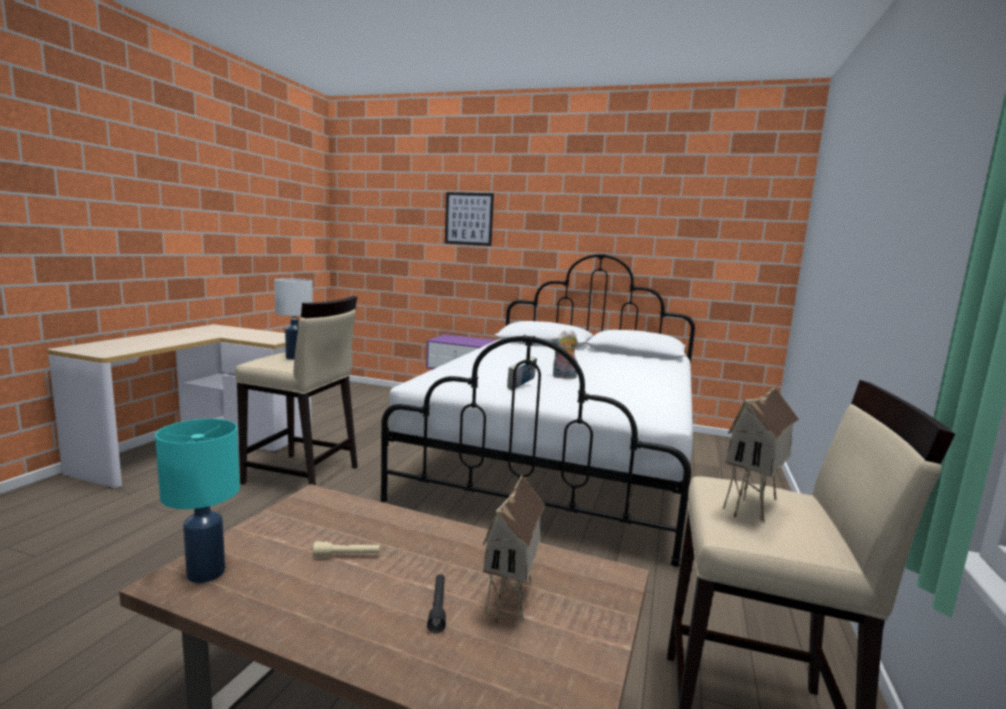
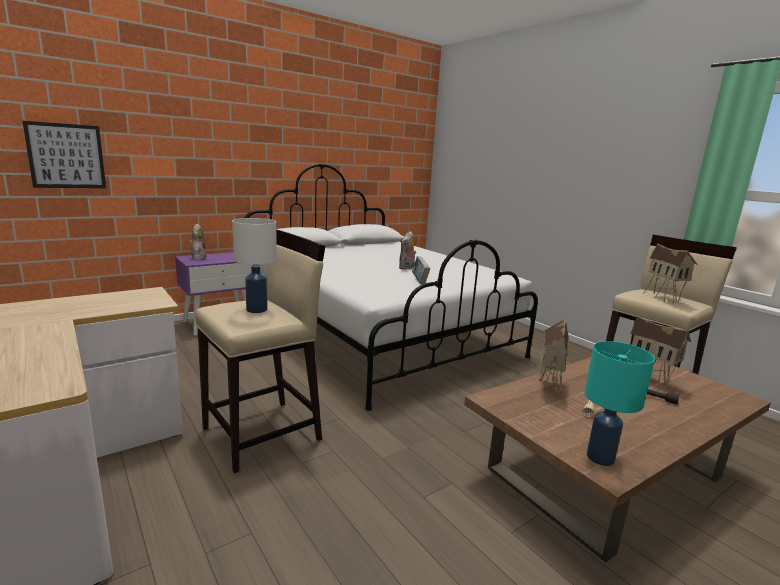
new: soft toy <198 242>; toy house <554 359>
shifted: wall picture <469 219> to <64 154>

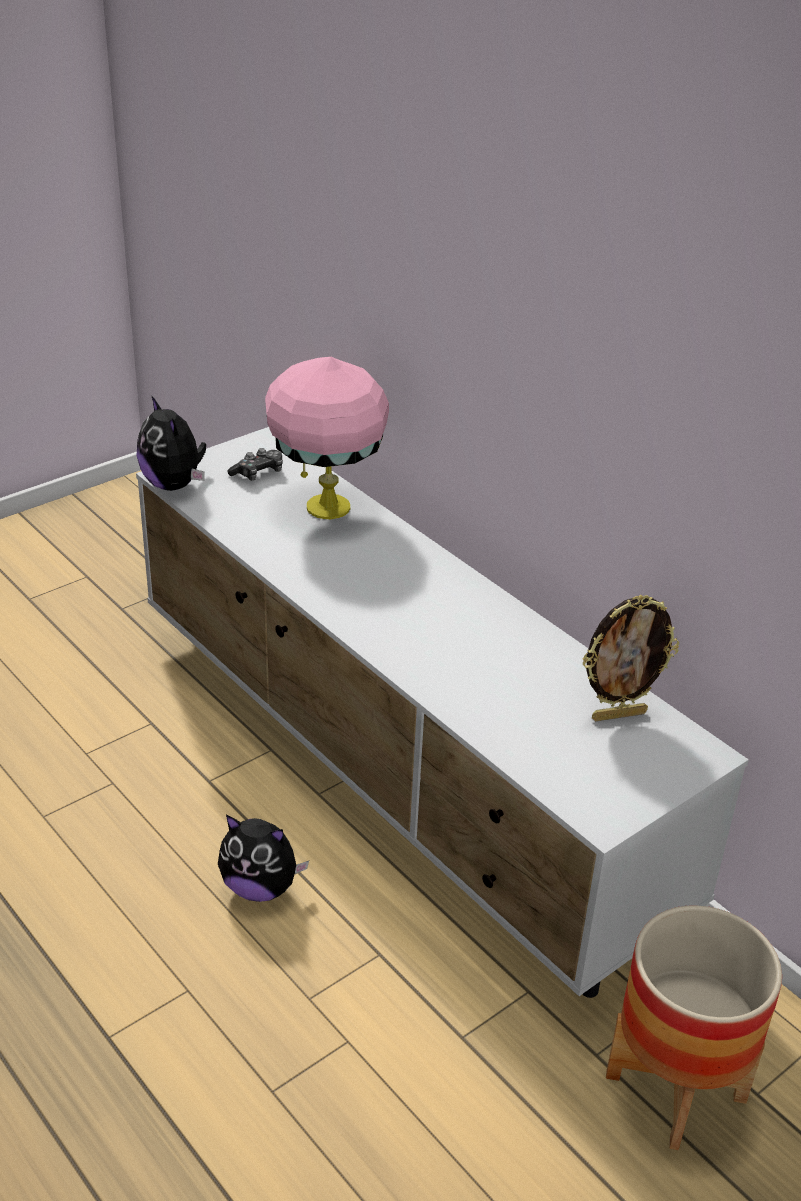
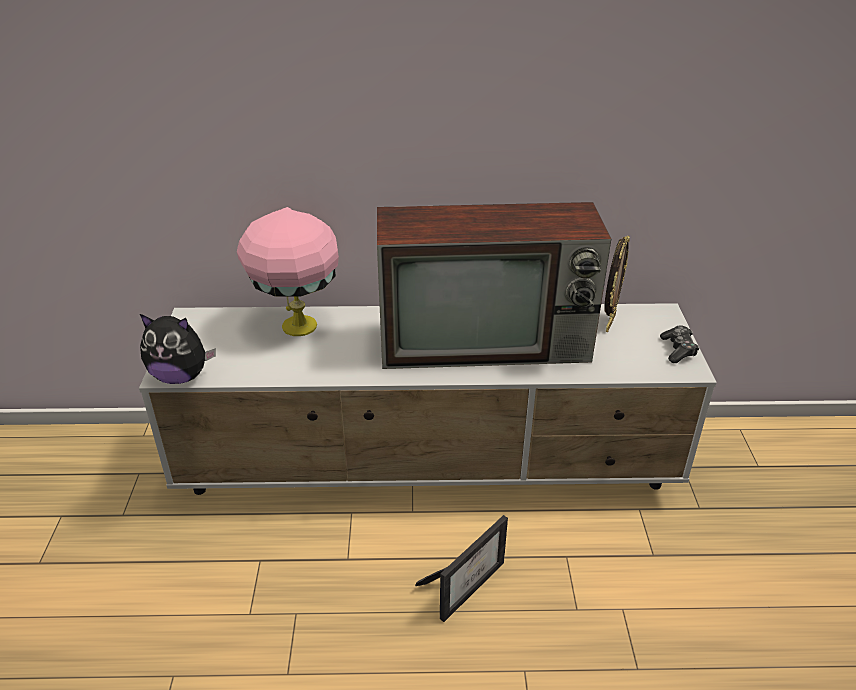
gone: flower pot <694 1027>
new: TV <494 285>
shifted: gamepad <255 464> to <679 344>
swapped: soft toy <263 858> to standing frame <461 568>

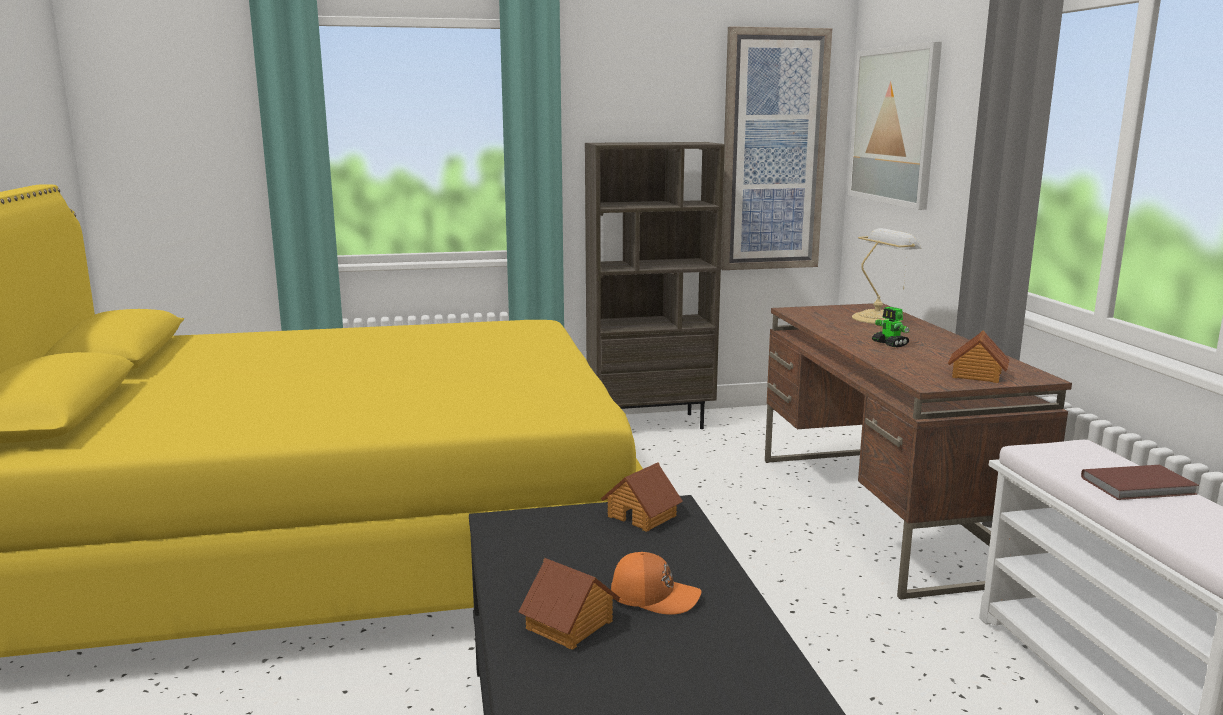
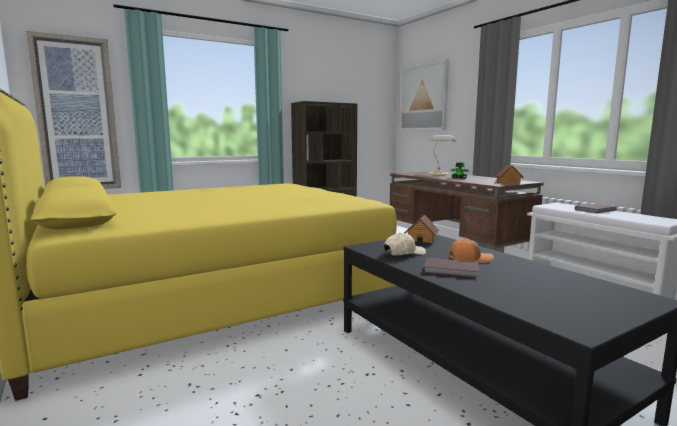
new: beige cap <405 244>
shifted: wall picture <776 148> to <73 110>
swapped: toy house <569 604> to brownish volume <451 268>

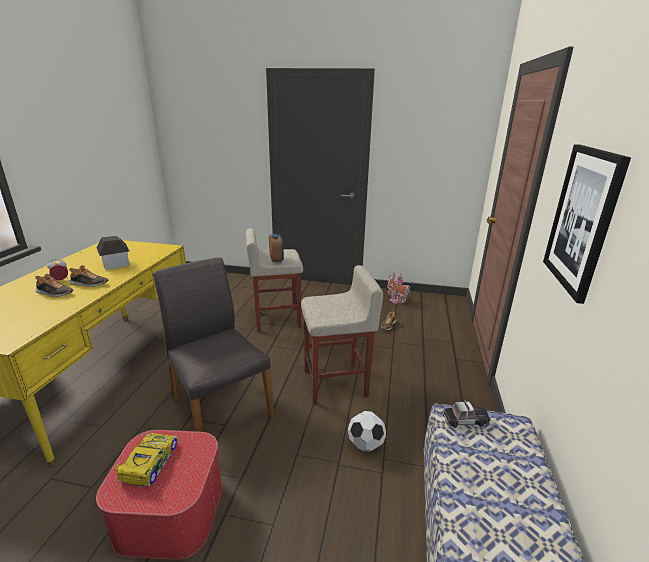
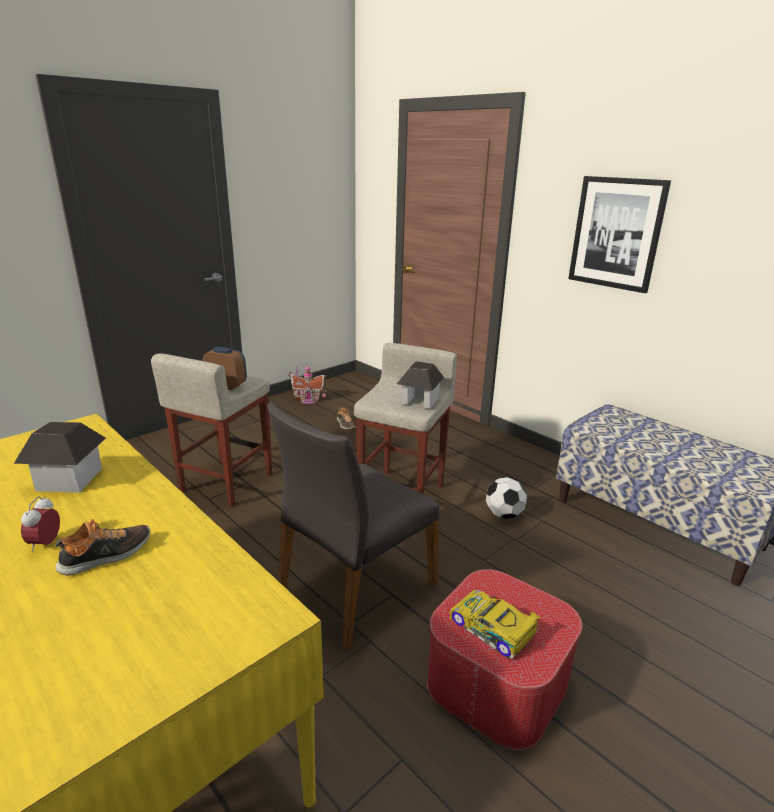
gone: low shoe <88 276>; miniature car <466 414>
new: toy house <420 385>
rotated: grey chair <214 345> = <353 526> 45 degrees counterclockwise

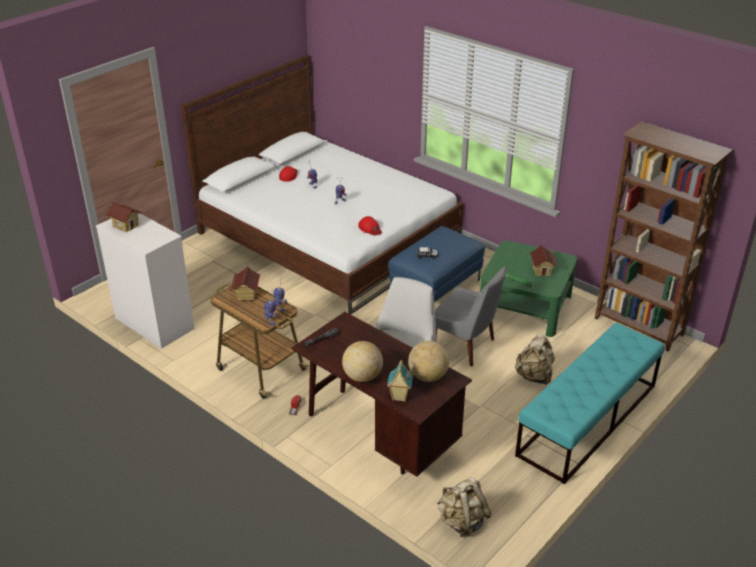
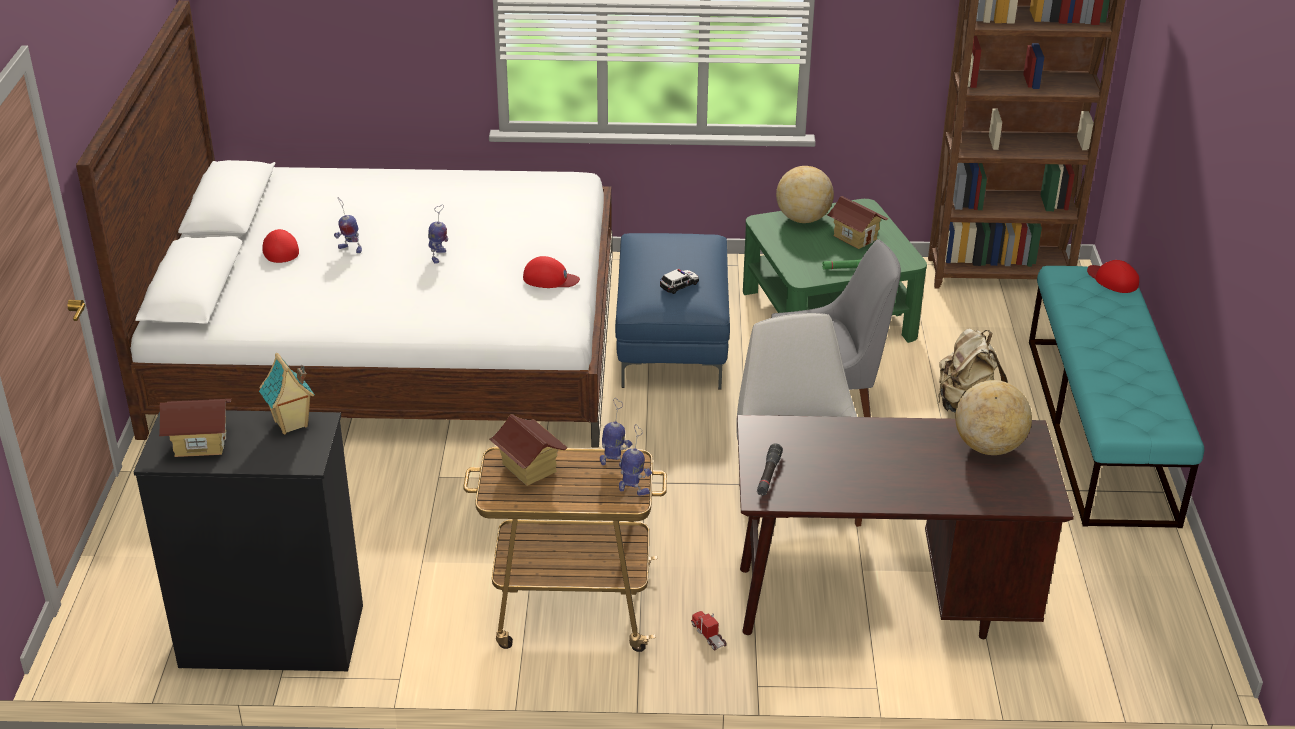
gone: beige rucksack <464 507>
new: reddish cap <1113 276>
shifted: desk globe <362 361> to <805 194>; toy house <400 381> to <287 393>
repainted: whitish dresser <145 281> to black-coloured dresser <248 540>

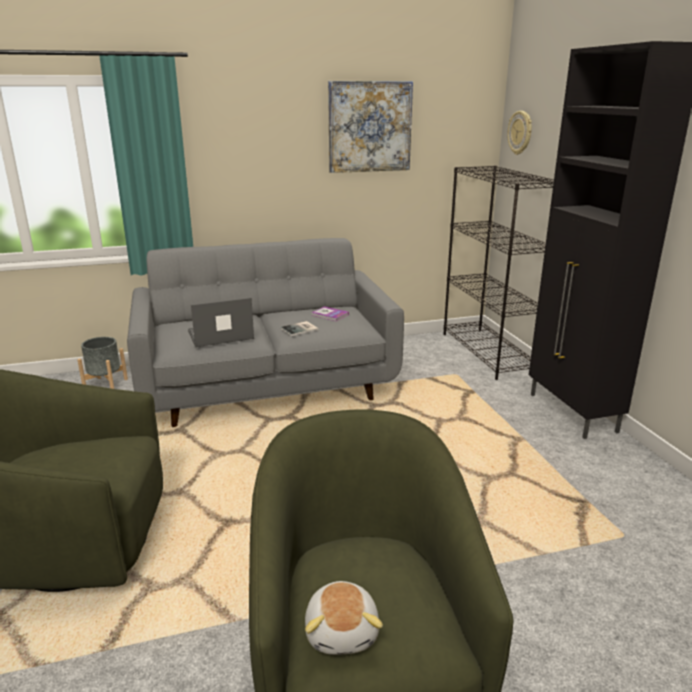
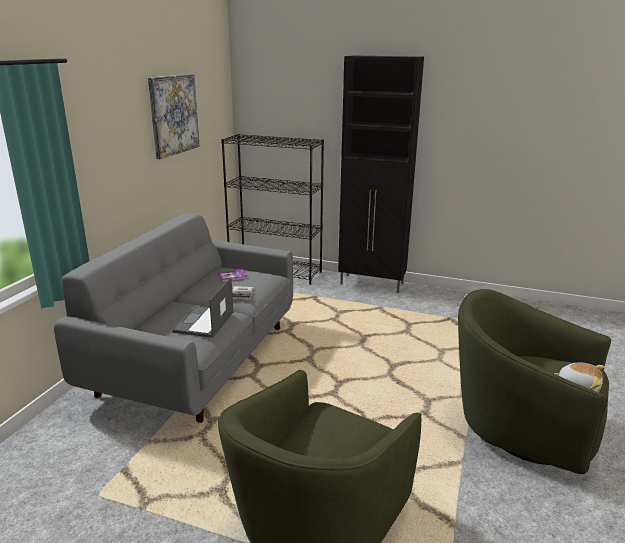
gone: grey flower pot <102 363>; hanging clock <519 133>

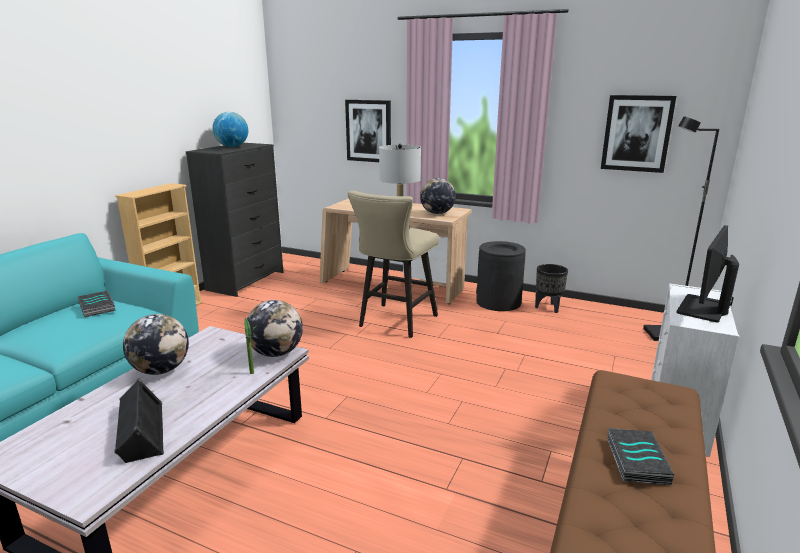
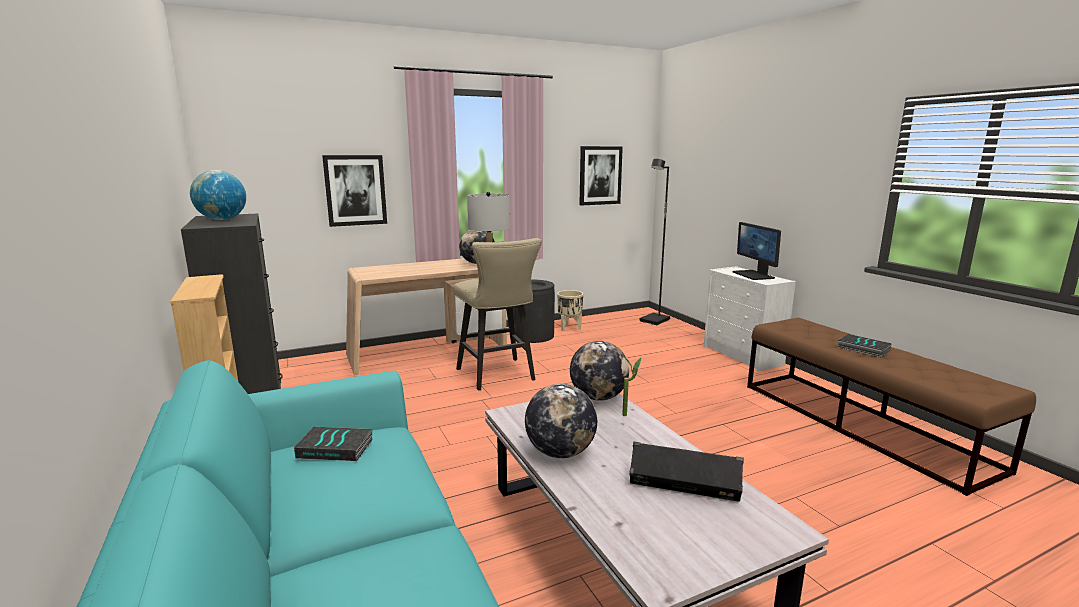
repainted: black-coloured flower pot <551 288> to beige flower pot <570 310>

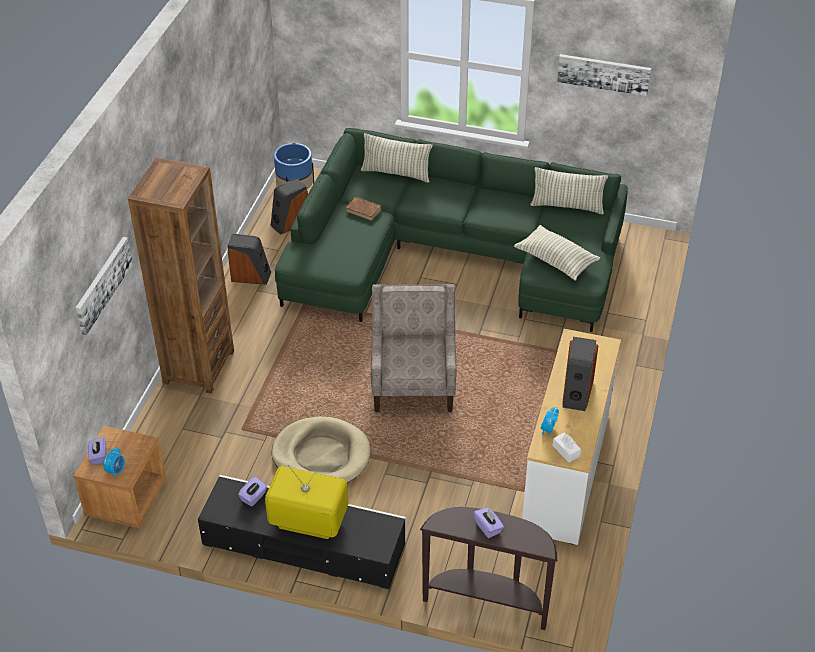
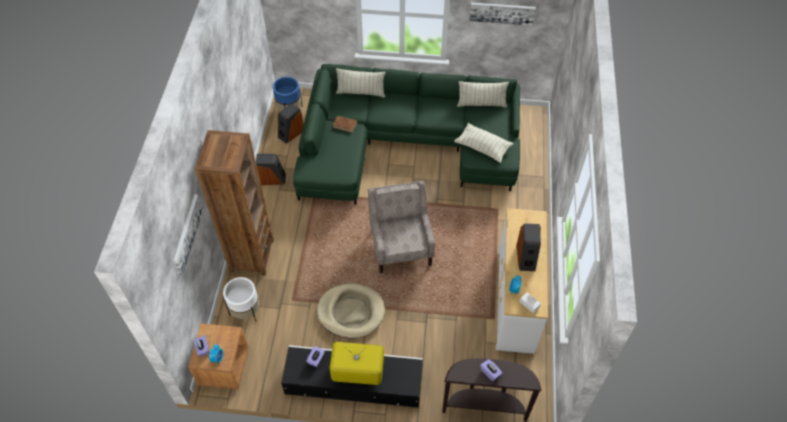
new: whitish flower pot <241 299>

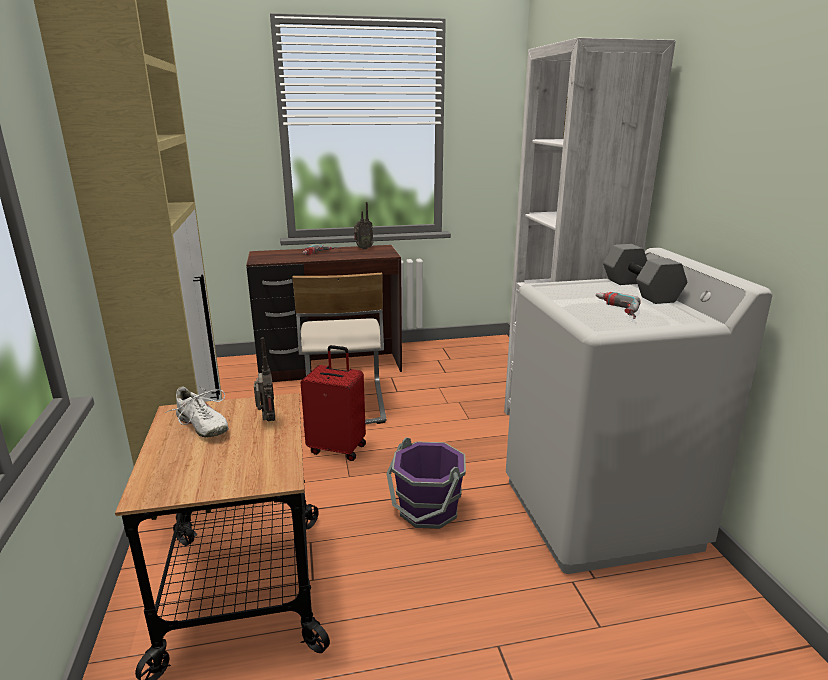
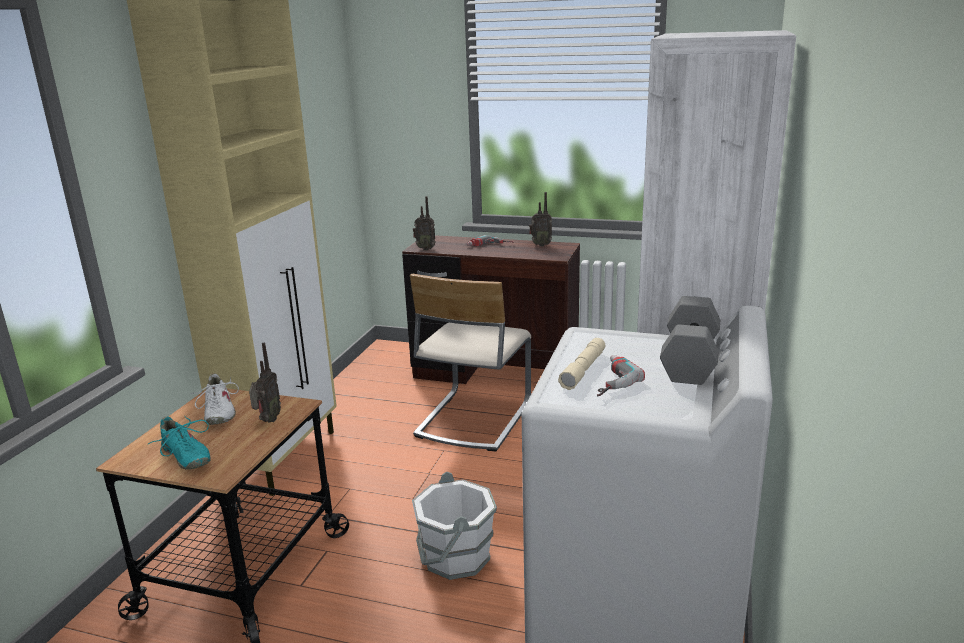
gone: reddish suitcase <333 403>
new: blue-green low shoe <179 443>; radio receiver <424 223>; beige torch <581 364>
repainted: purplish water bucket <426 483> to whitish water bucket <454 525>

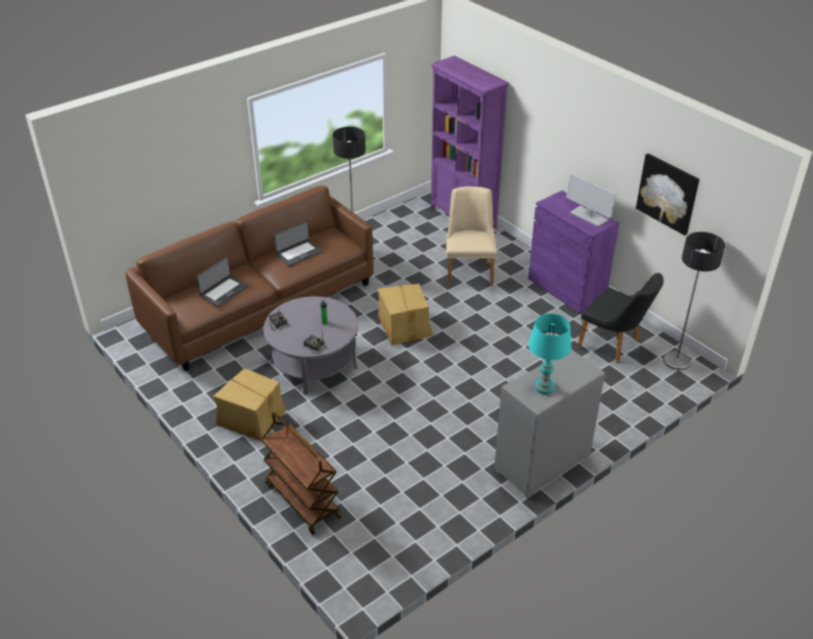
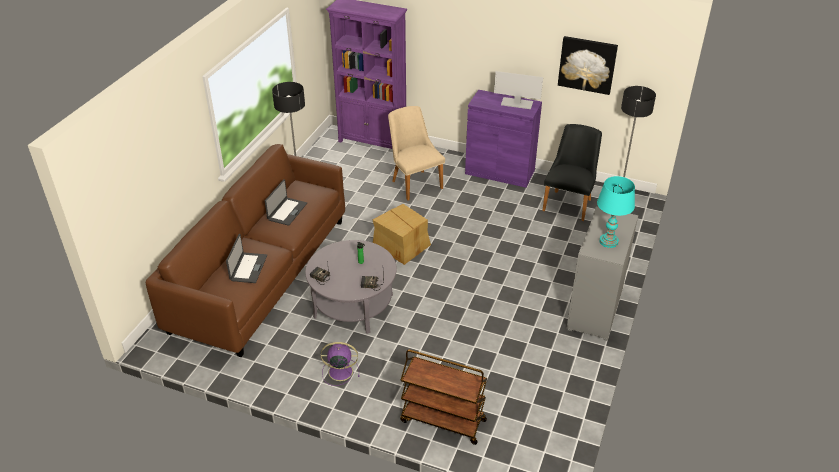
swapped: cardboard box <250 404> to purplish fan <340 364>
rotated: black-coloured chair <621 318> = <572 172> 75 degrees counterclockwise

